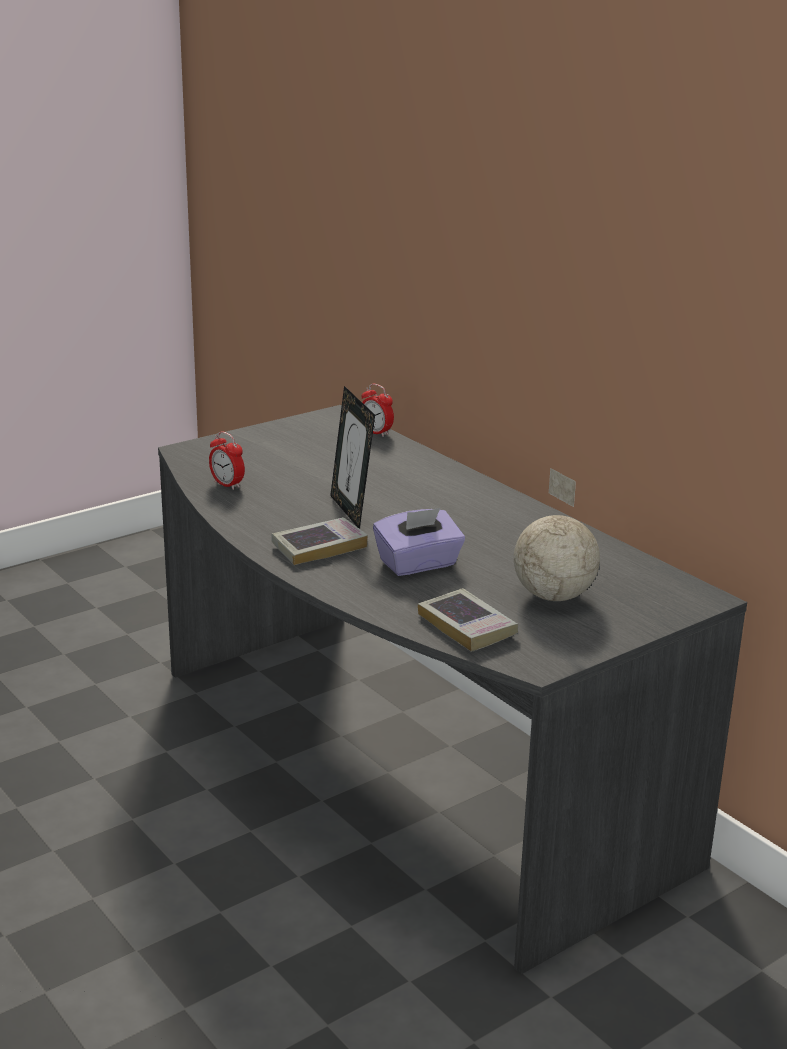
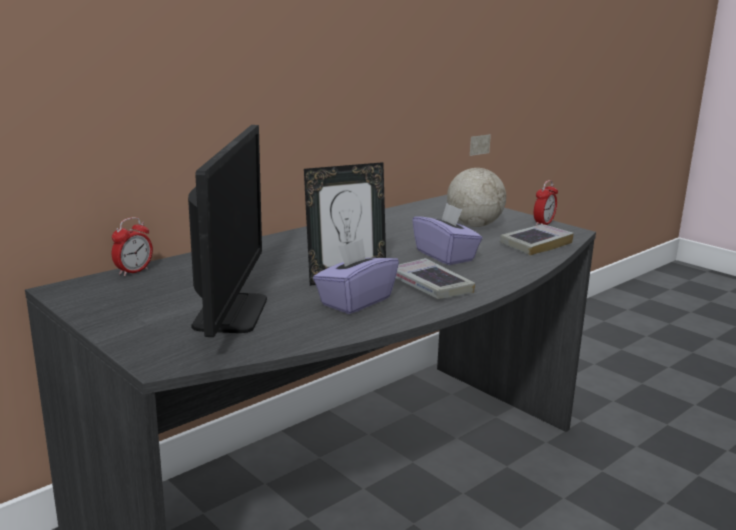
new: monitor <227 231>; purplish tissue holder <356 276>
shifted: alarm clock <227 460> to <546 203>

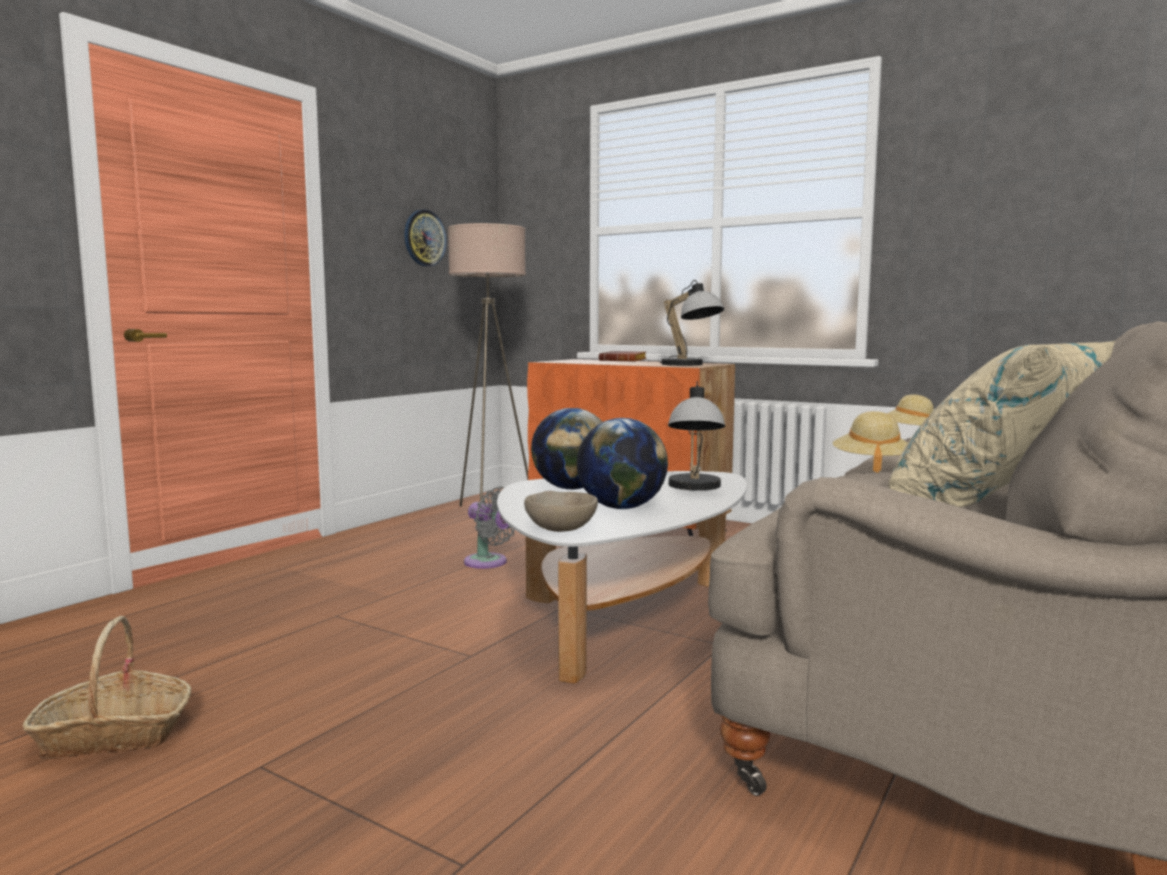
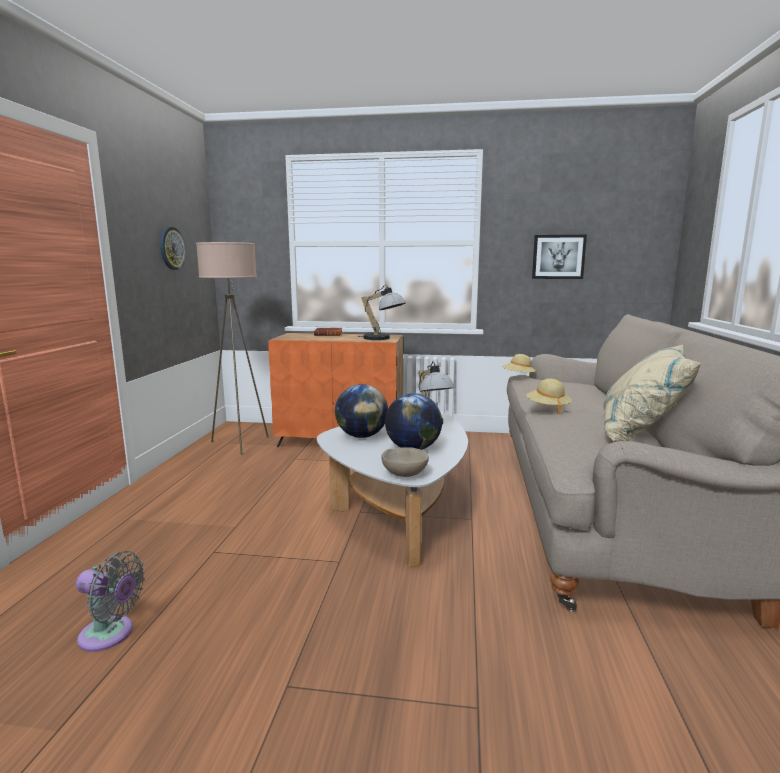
gone: household basket <107 687>
new: wall picture <559 257>
shifted: grey fan <489 527> to <110 601>

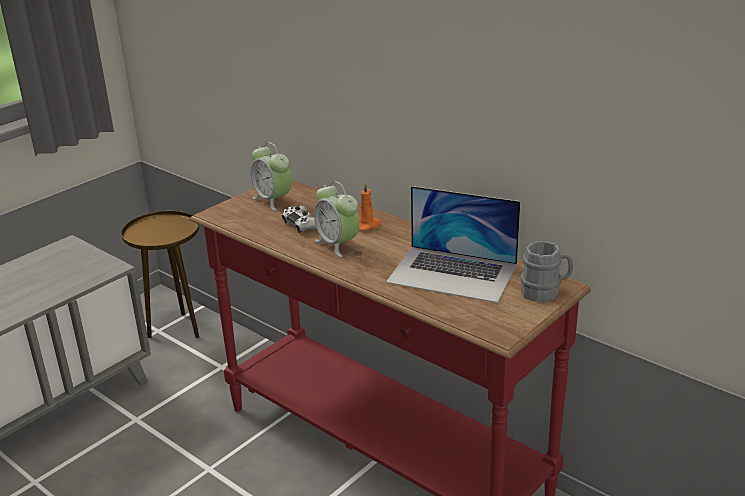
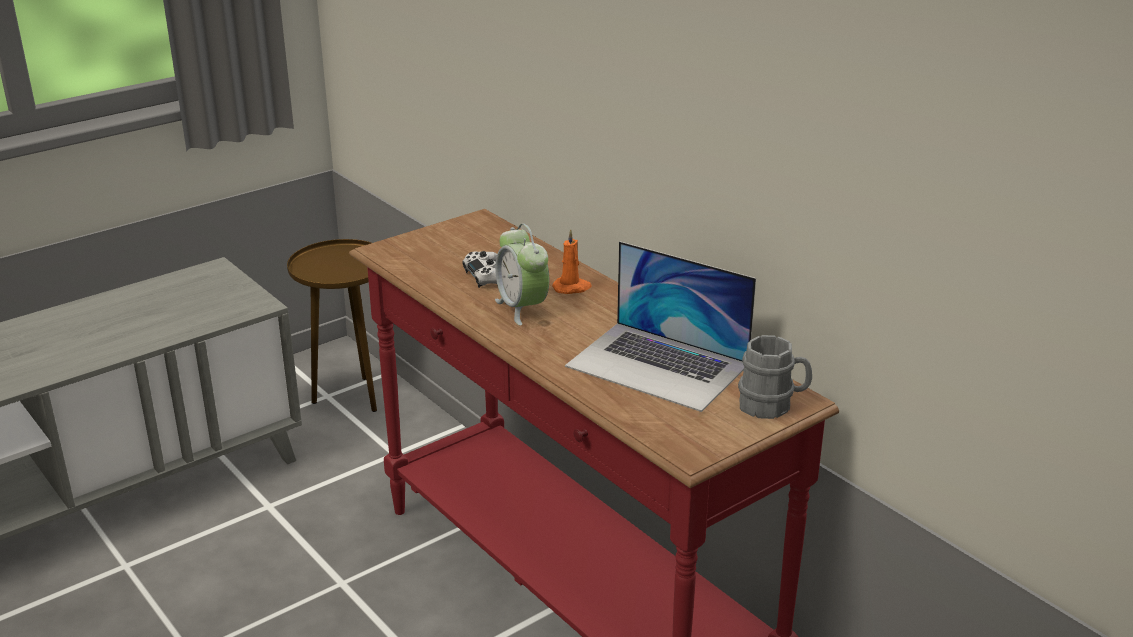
gone: alarm clock <271 176>

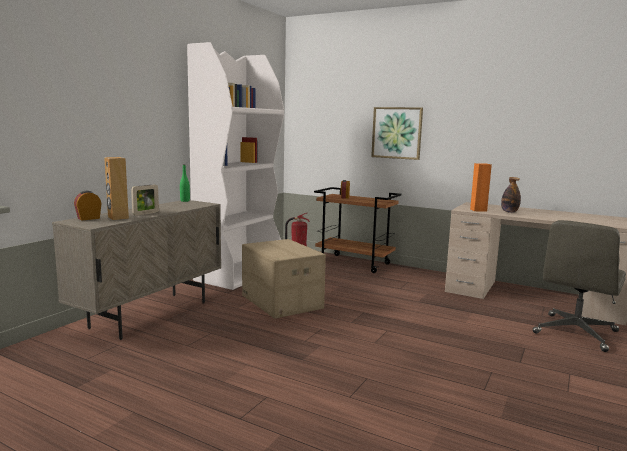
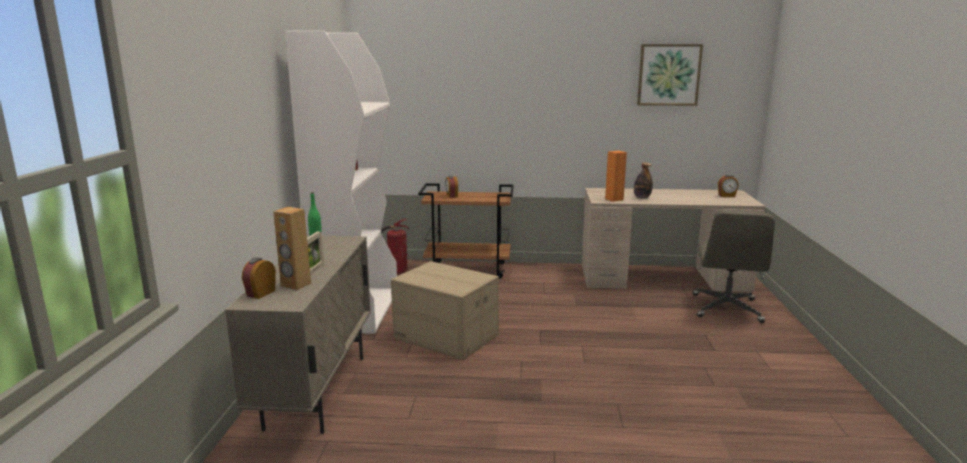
new: alarm clock <728 186>
shifted: wall picture <397 133> to <670 75>

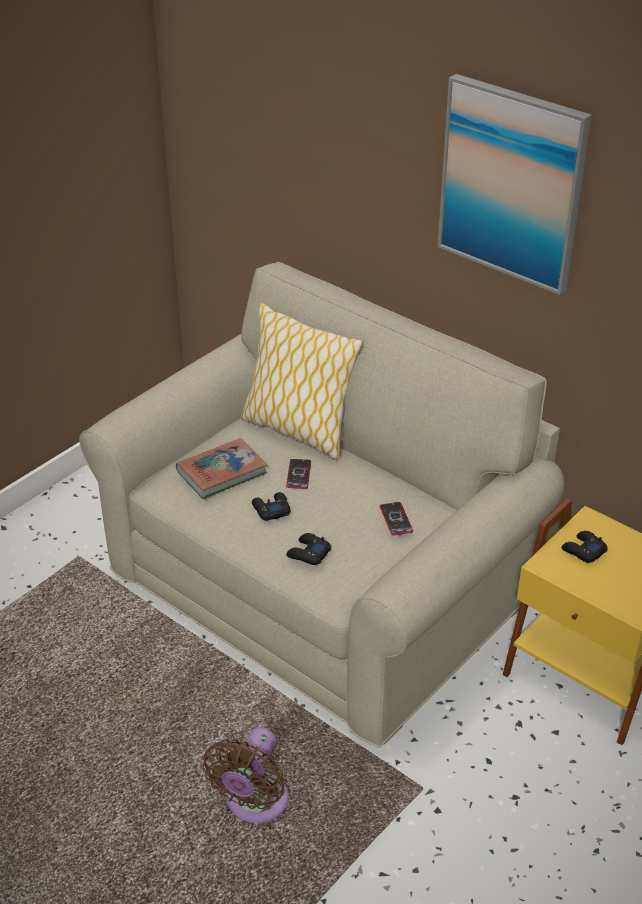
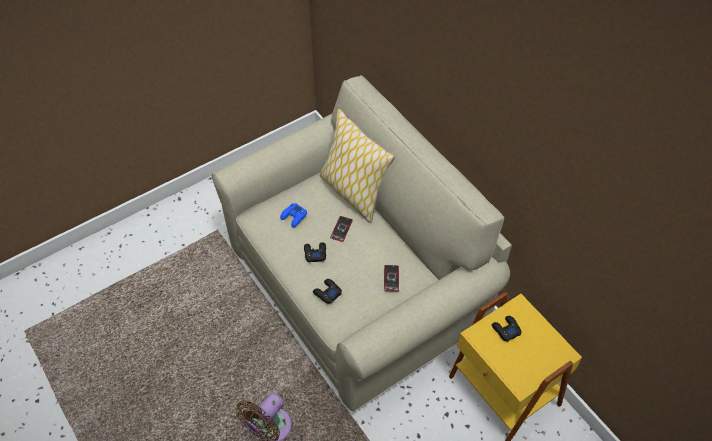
gone: wall picture <515 184>
swapped: volume <221 468> to bluish gamepad <293 215>

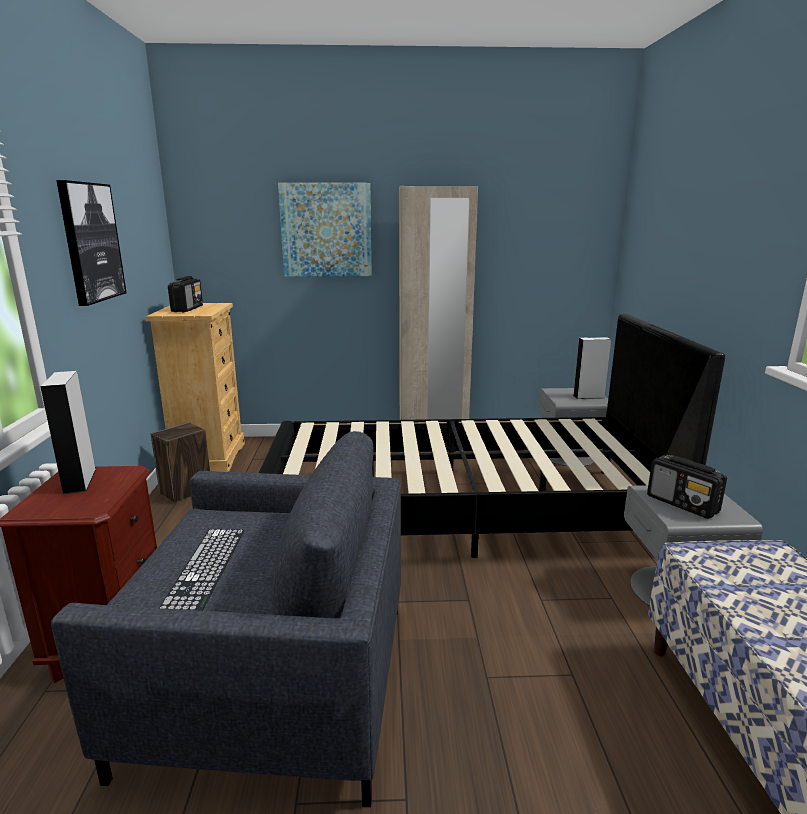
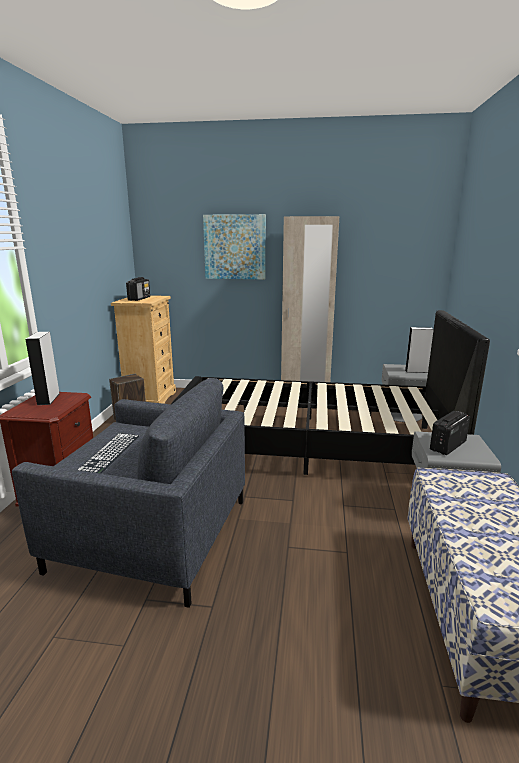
gone: wall picture <91 243>
rotated: radio receiver <687 487> = <450 433> 75 degrees clockwise

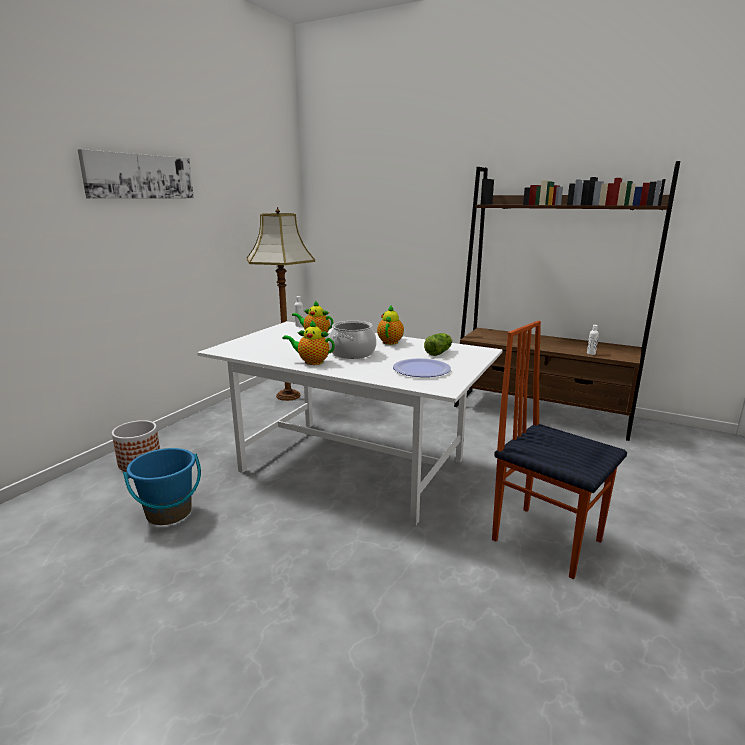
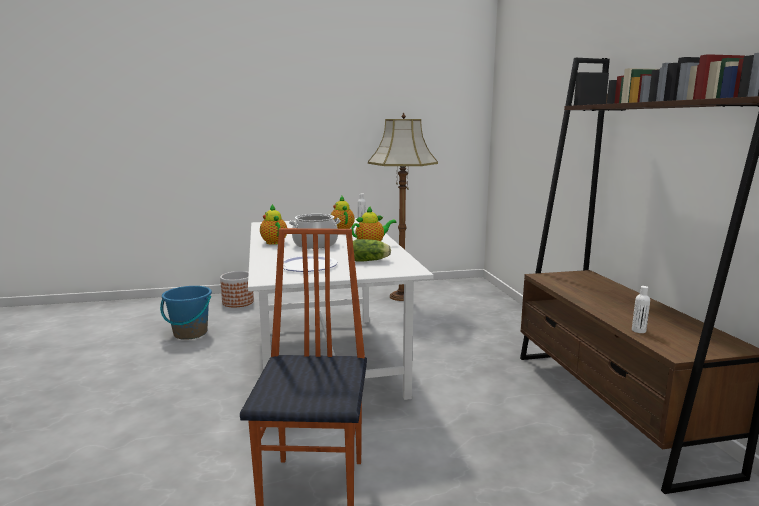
gone: wall picture <136 174>

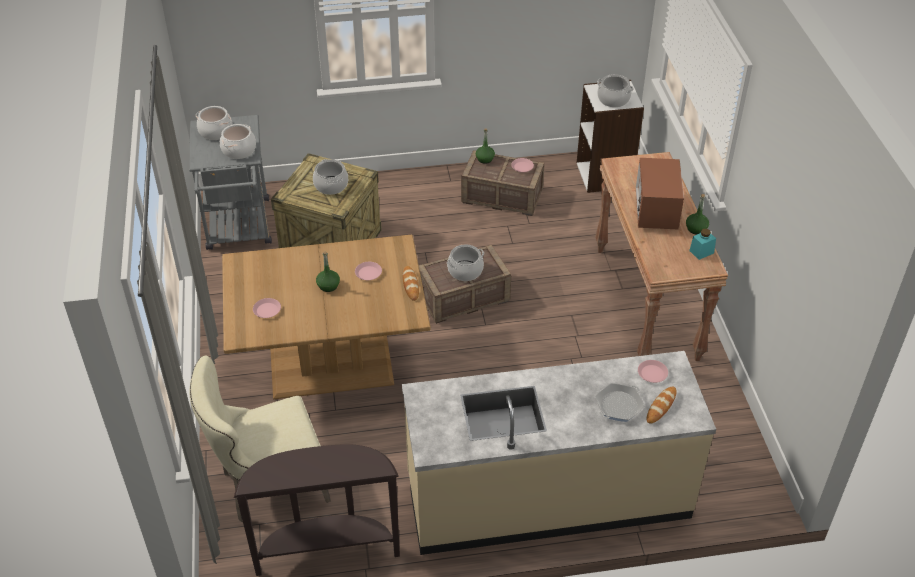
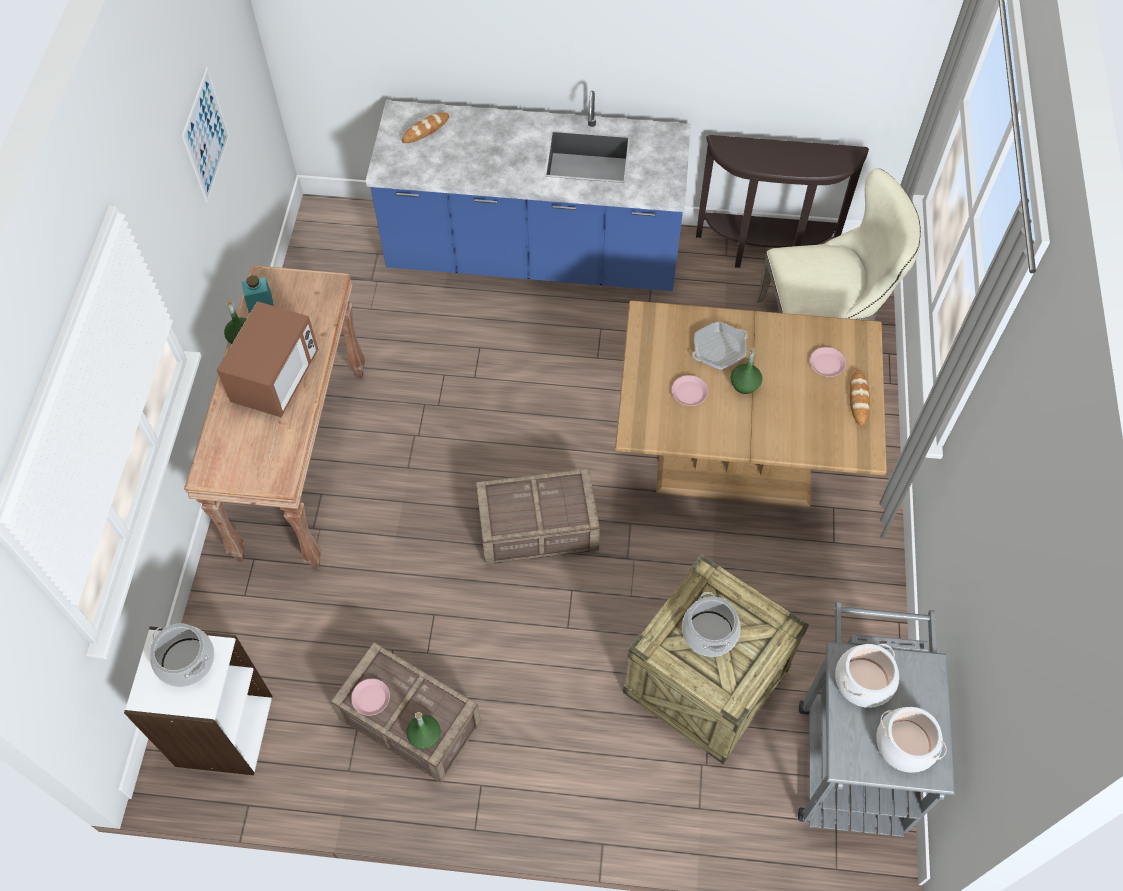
gone: saucepot <465 263>; pink-coloured plate <653 371>
new: wall picture <206 135>
shifted: bread <411 283> to <859 397>; frying pan <619 402> to <720 345>
repainted: beige kitchen base unit <559 453> to bluish kitchen base unit <528 191>

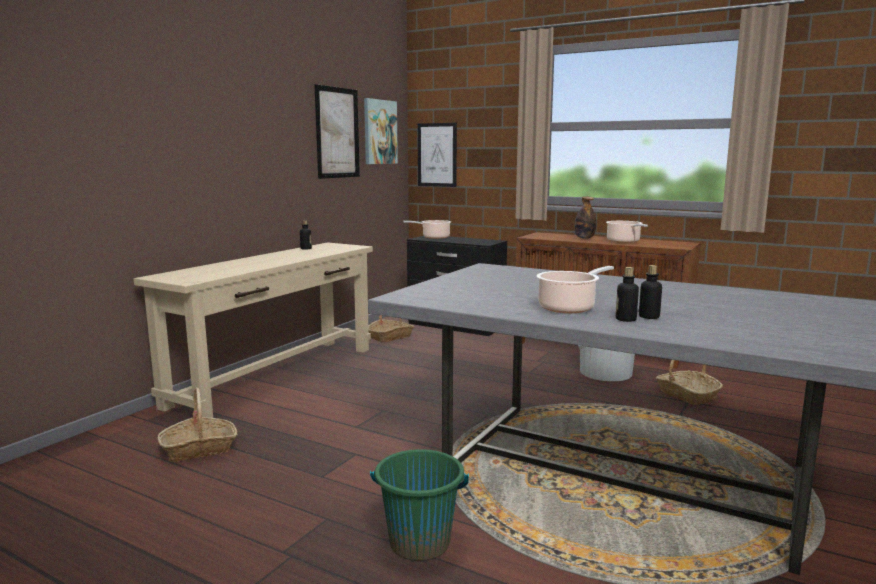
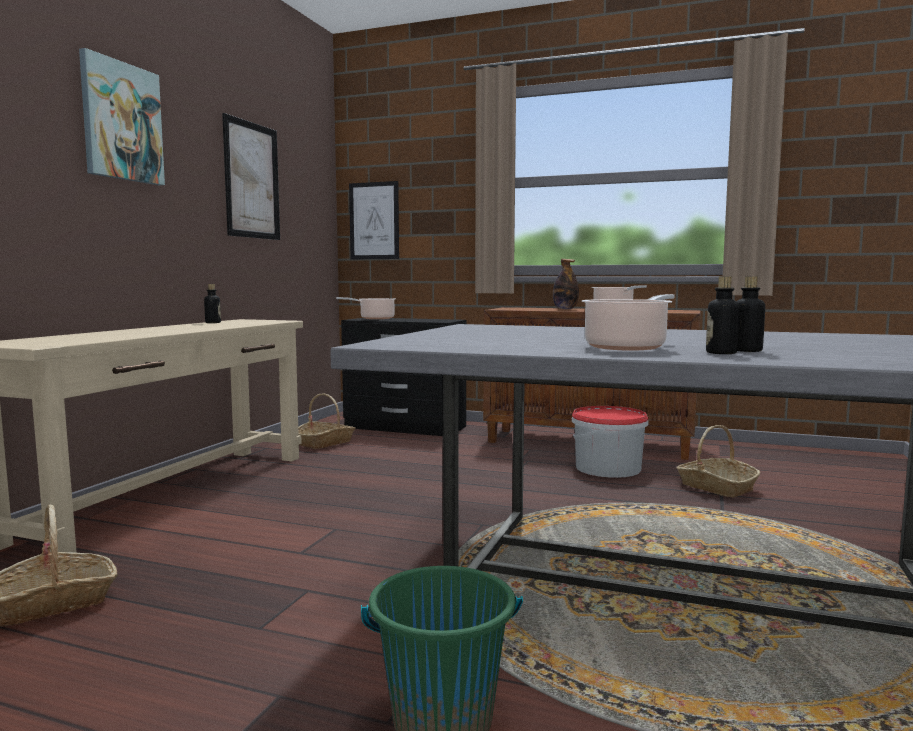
shifted: wall picture <381 131> to <122 116>

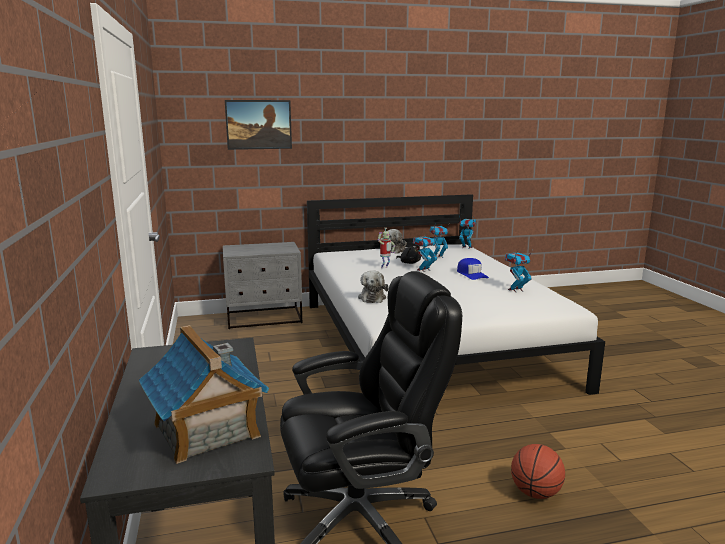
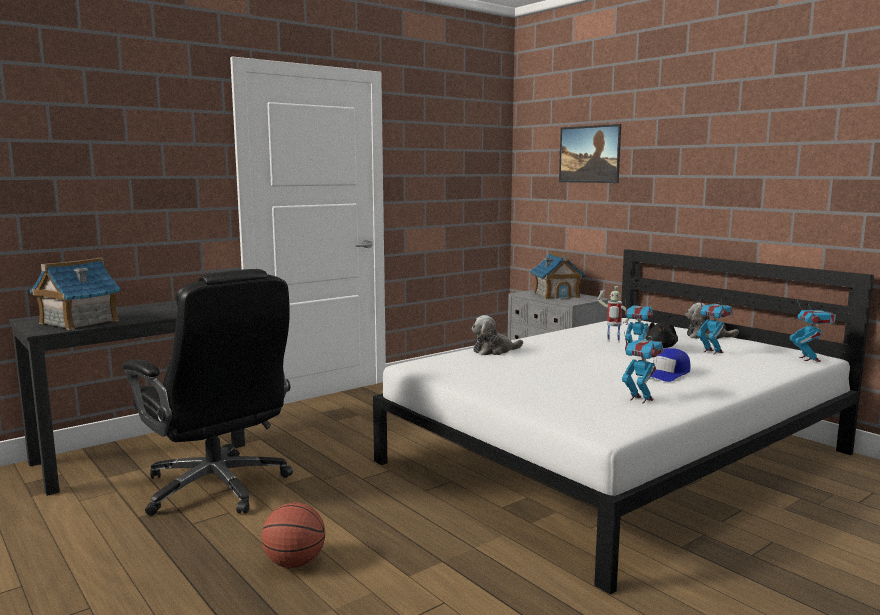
new: toy house <558 275>

